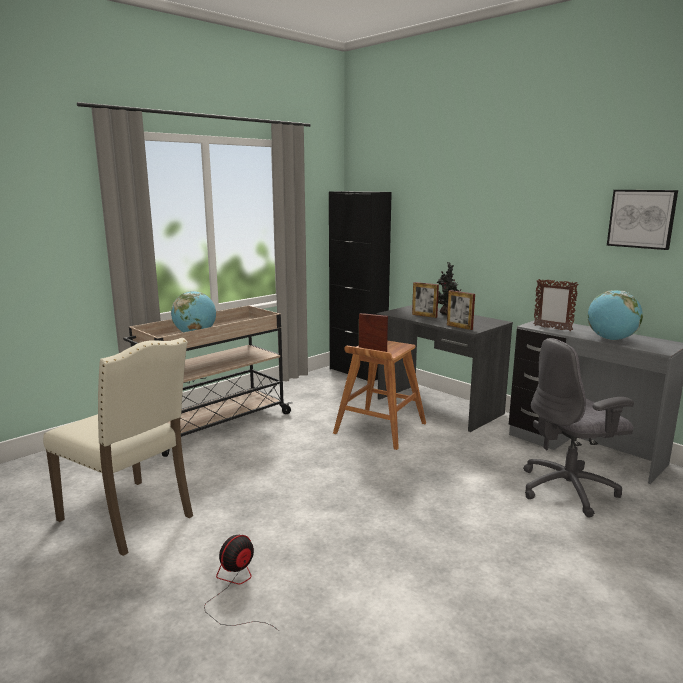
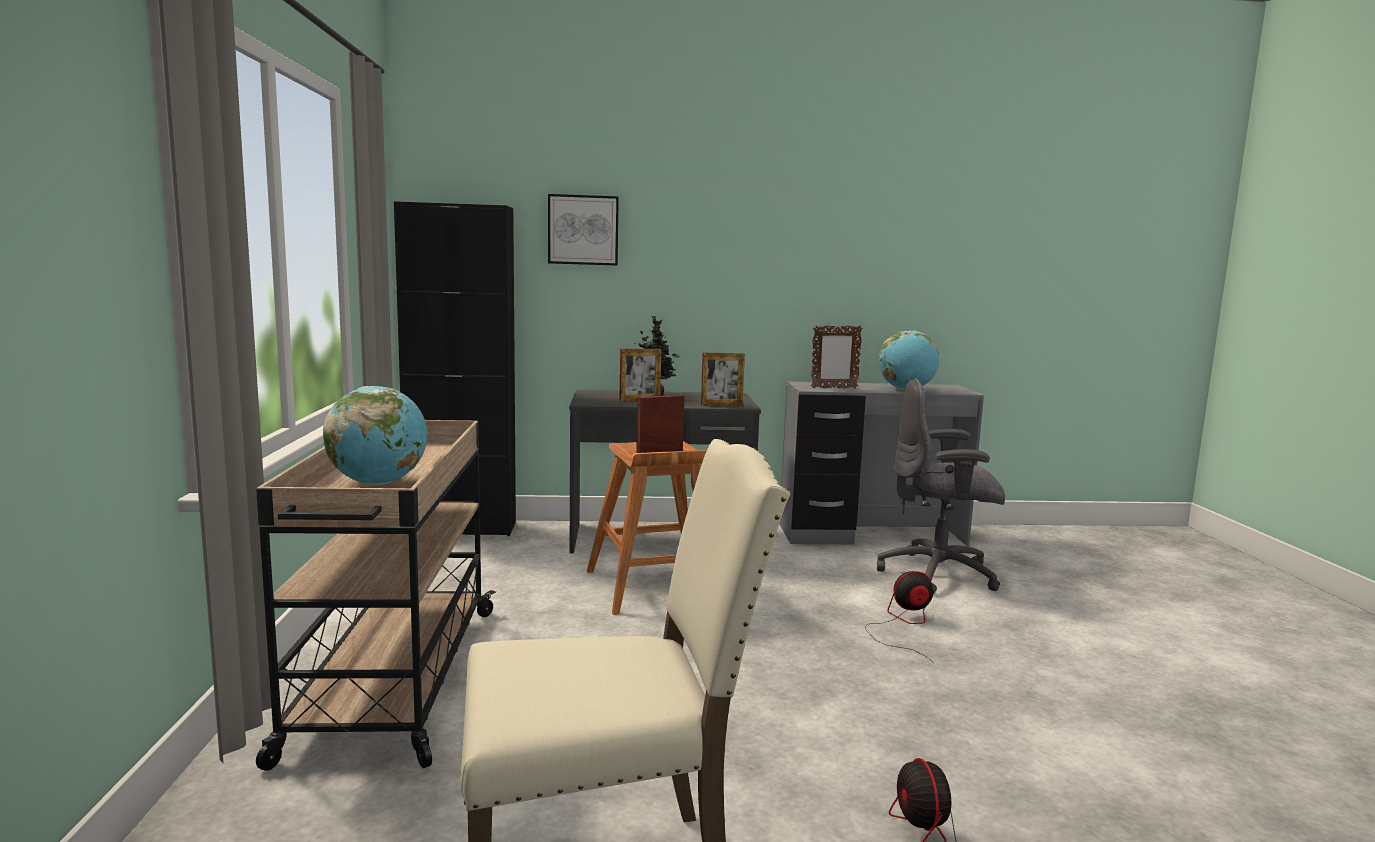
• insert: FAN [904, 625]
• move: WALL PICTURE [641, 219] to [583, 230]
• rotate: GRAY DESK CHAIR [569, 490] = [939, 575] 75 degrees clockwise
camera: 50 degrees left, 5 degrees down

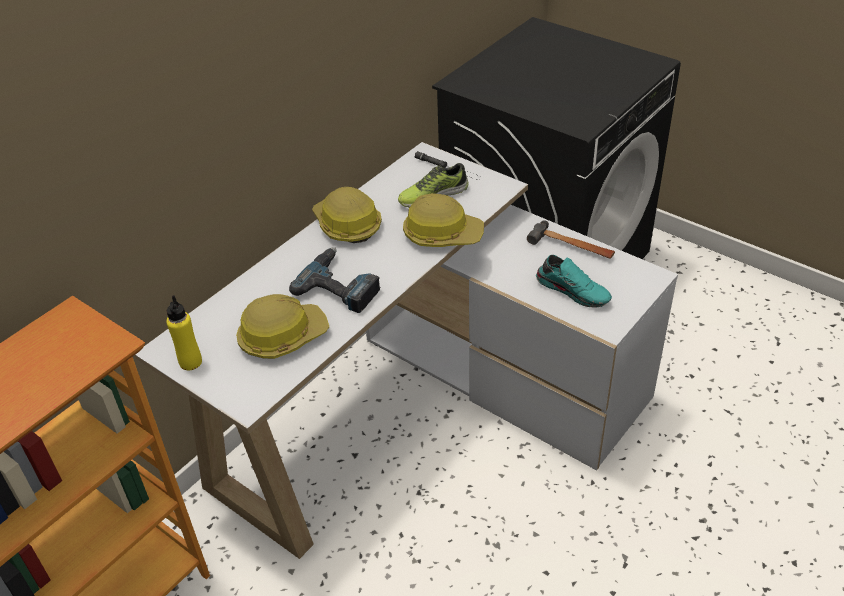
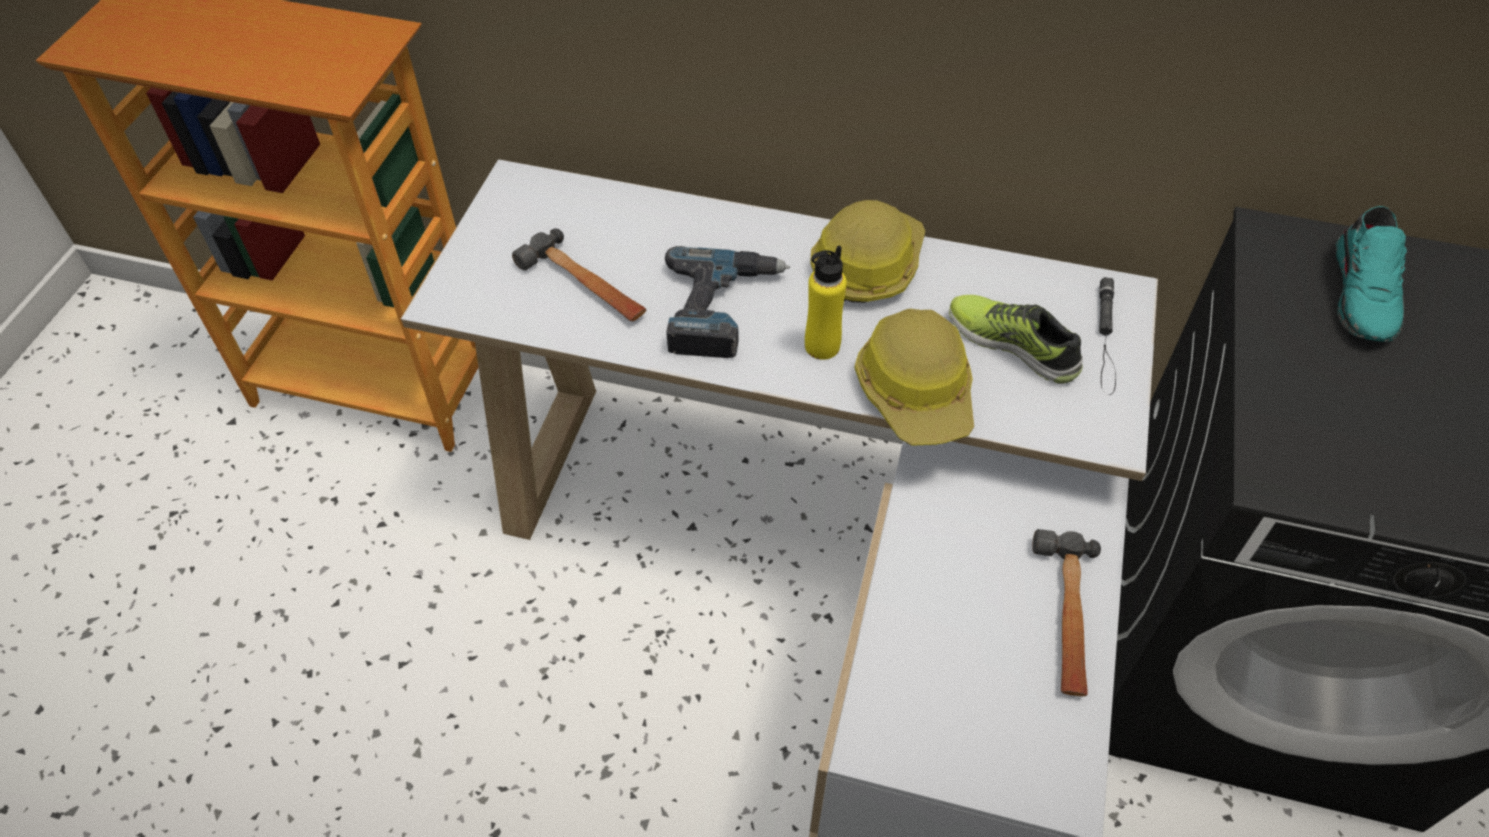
• move: YELLOW DRINK BOTTLE [190, 362] to [822, 346]
• move: TURQUOISE LOW SHOE [573, 290] to [1365, 294]
• replace: SAFETY HELMET [282, 336] to HAND HAMMER [584, 286]
camera: 65 degrees right, 10 degrees up

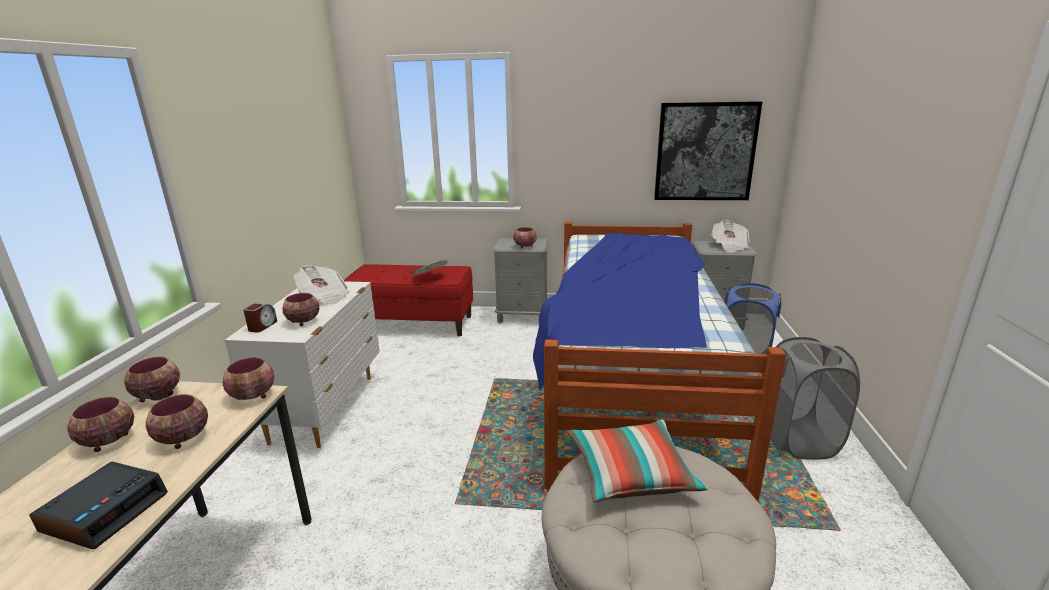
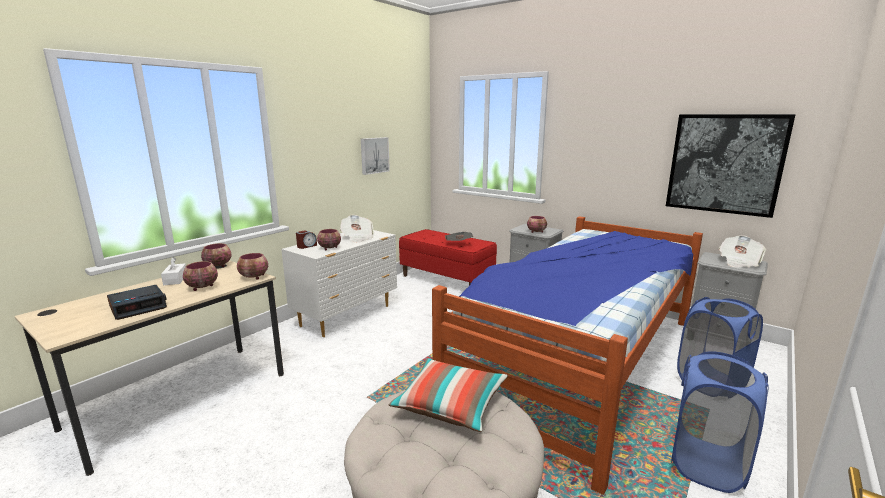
• insert: WALL PICTURE [374, 155]
• replace: DEEP DISH [107, 441] to WHITE TISSUE BOX [175, 279]
• recolor: GRAY LAUNDRY BASKET [797, 439] to BLUE-COLOURED LAUNDRY BASKET [706, 464]
camera: 30 degrees right, 5 degrees down

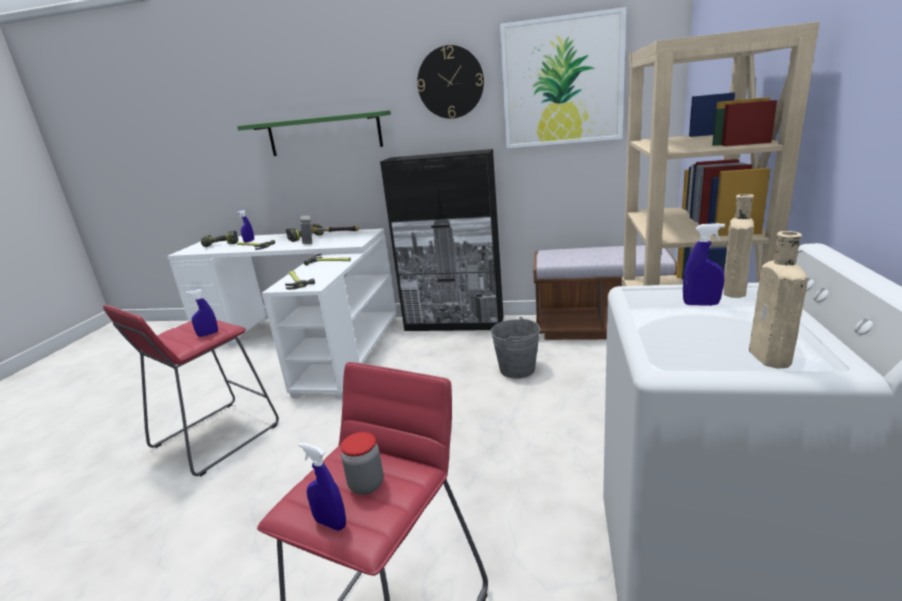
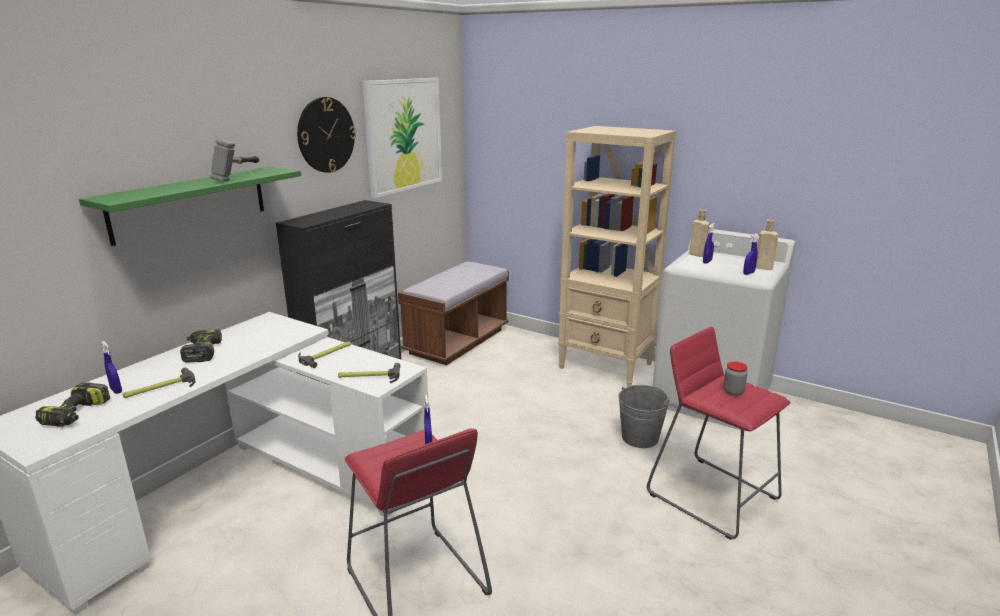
• move: BLUE-COLOURED HAND SPRAYER [330, 523] to [748, 273]
• move: HAND HAMMER [329, 240] to [239, 176]
• move: GRAY WATER BUCKET [517, 369] to [640, 438]
camera: 70 degrees left, 0 degrees up

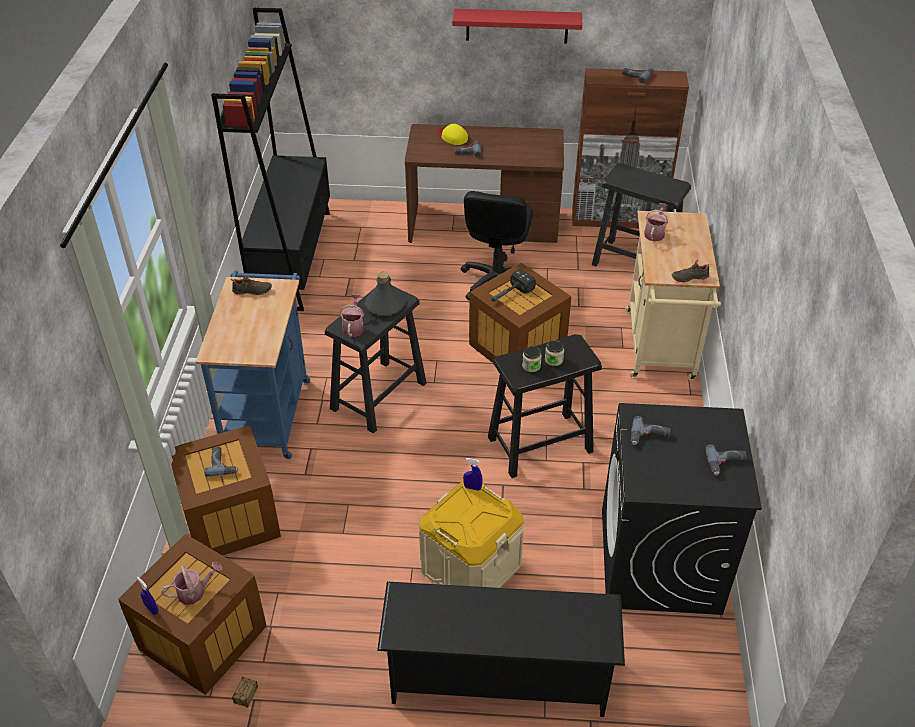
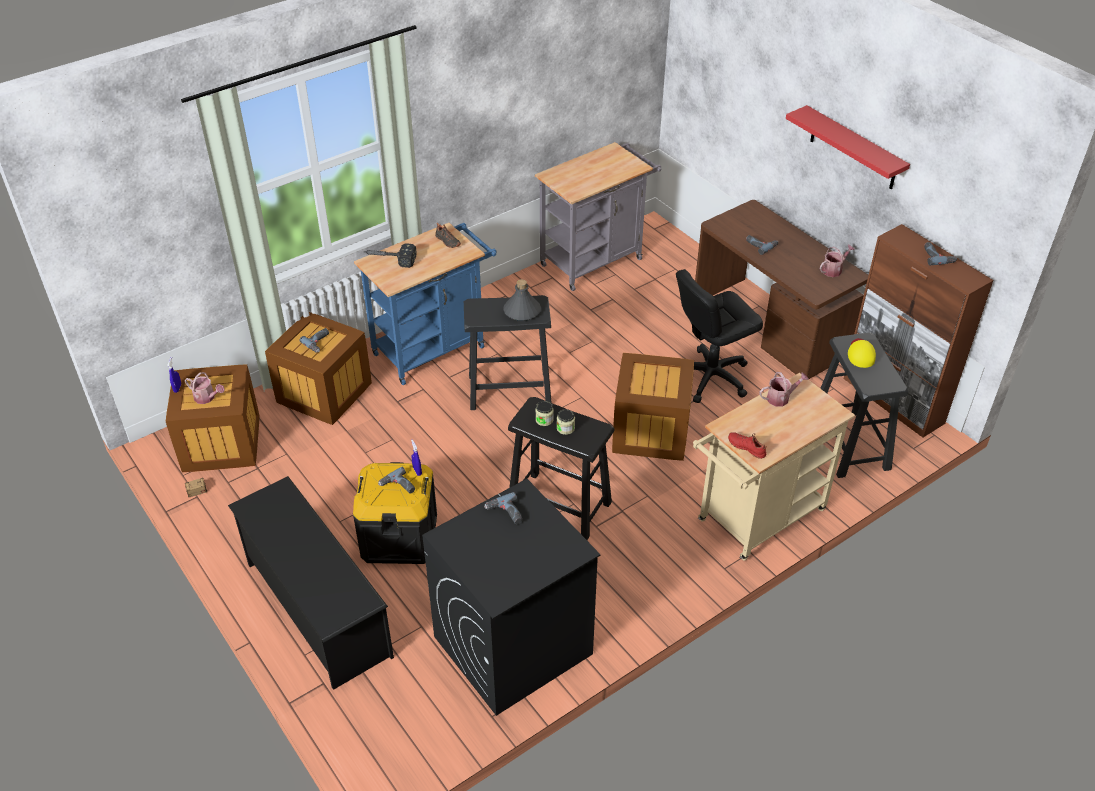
• move: WATERING CAN [353, 327] to [834, 270]
• move: YELLOW BASEBALL CAP [452, 137] to [861, 354]
• move: HAND HAMMER [508, 295] to [389, 259]
• move: ELECTRIC DRILL [726, 464] to [398, 486]
• replace: BLACK SHELVING UNIT [292, 258] to GRAY WHEELED CART [596, 259]
• recolor: BEIGE STORAGE BOX [470, 567] to BLACK STORAGE BOX [399, 536]
• recolor: BLACK LOW SHOE [689, 277] to REDDISH LOW SHOE [747, 447]
camera: 50 degrees right, 0 degrees up

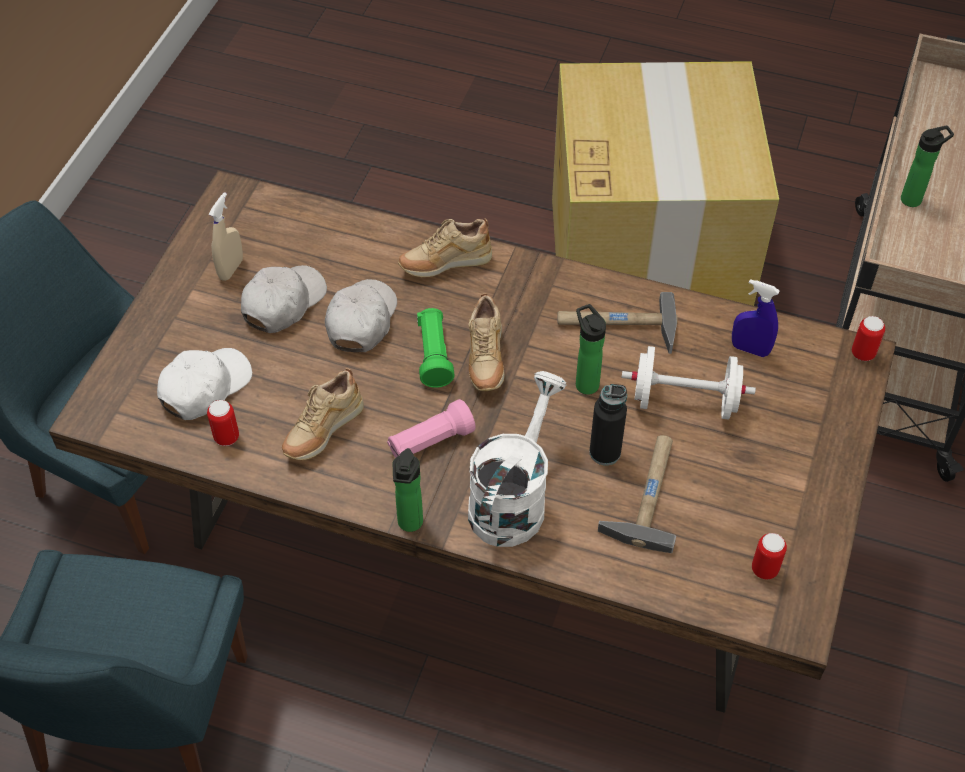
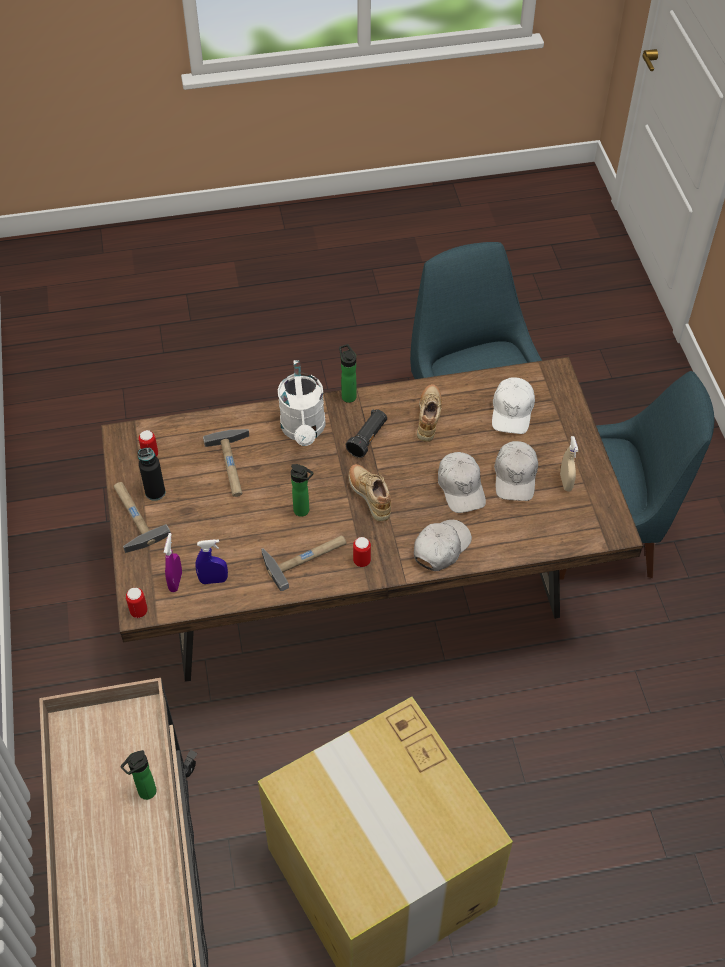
• delete: GREEN-COLOURED HAND TORCH [434, 356]
• delete: WHITE HAND WEIGHT [684, 401]
• insert: HAND HAMMER [132, 517]
• insert: PURPLE-COLOURED HAND SPRAYER [175, 582]
• move: METAL CAN [226, 437] to [362, 561]
• move: BLACK DRINK BOTTLE [605, 452] to [155, 492]
• replace: BEIGE LOW SHOE [445, 264] to WHITE BASEBALL CAP [441, 548]
• recolor: PINK-COLOURED HAND TORCH [430, 442] to BLACK HAND TORCH [368, 439]
camera: 150 degrees right, 0 degrees up

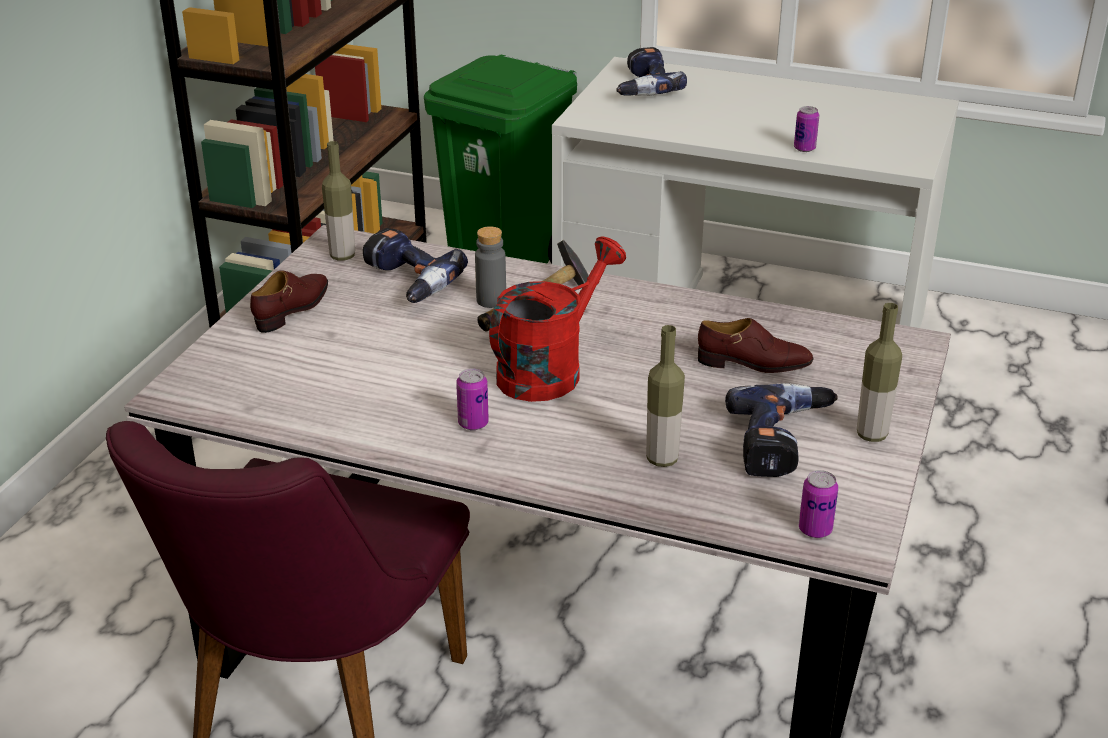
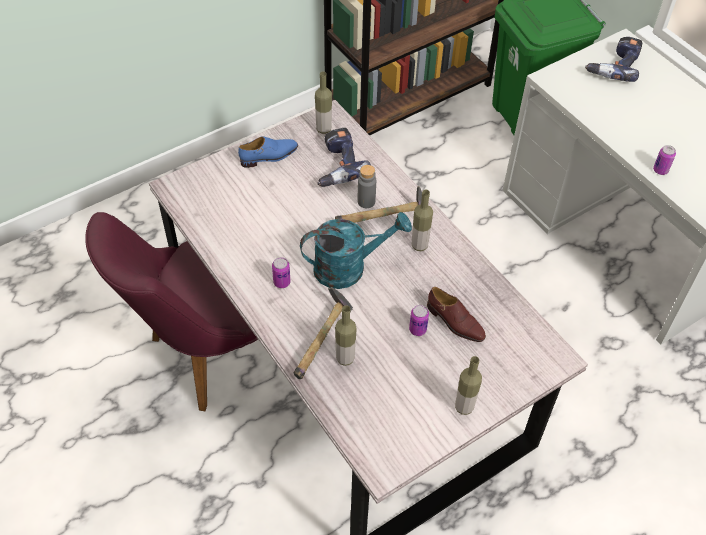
• delete: ELECTRIC DRILL [783, 443]
• insert: HAND HAMMER [323, 340]
• insert: DRINK BOTTLE [419, 245]
• move: METAL CAN [815, 530] to [417, 329]
• recolor: BROWN-COLOURED LOW SHOE [293, 308] to BLUE-COLOURED LOW SHOE [269, 156]
• recolor: REDDISH WATERING CAN [549, 370] to TURQUOISE WATERING CAN [349, 267]
camera: 35 degrees right, 20 degrees up

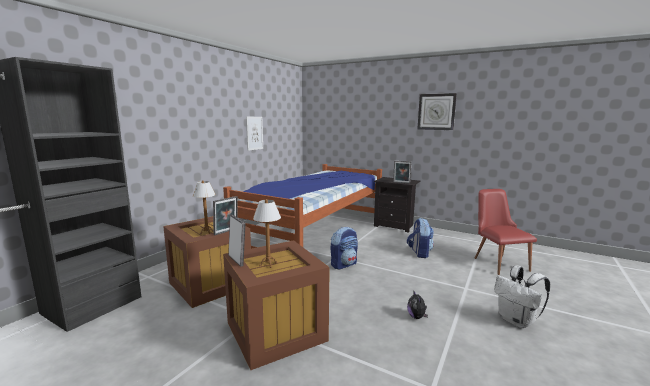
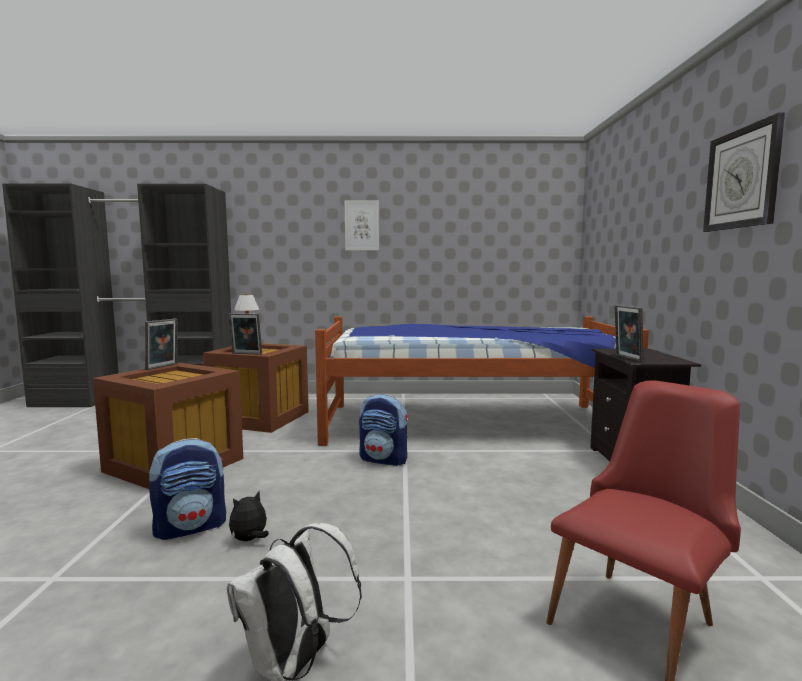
• delete: TABLETOP LAMP [268, 264]
• move: WALL PICTURE [254, 133] to [361, 225]
• move: BACKPACK [419, 253] to [191, 527]
camera: 60 degrees right, 5 degrees down

